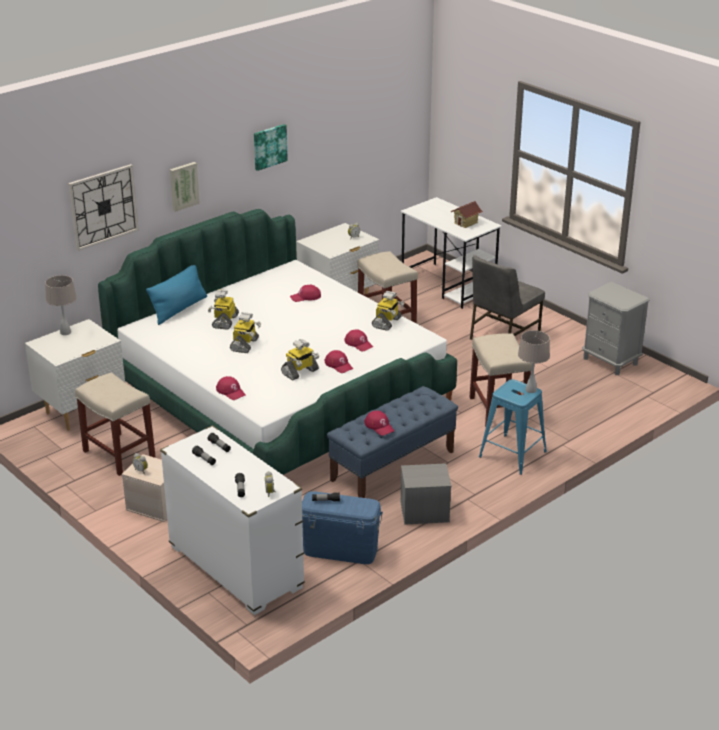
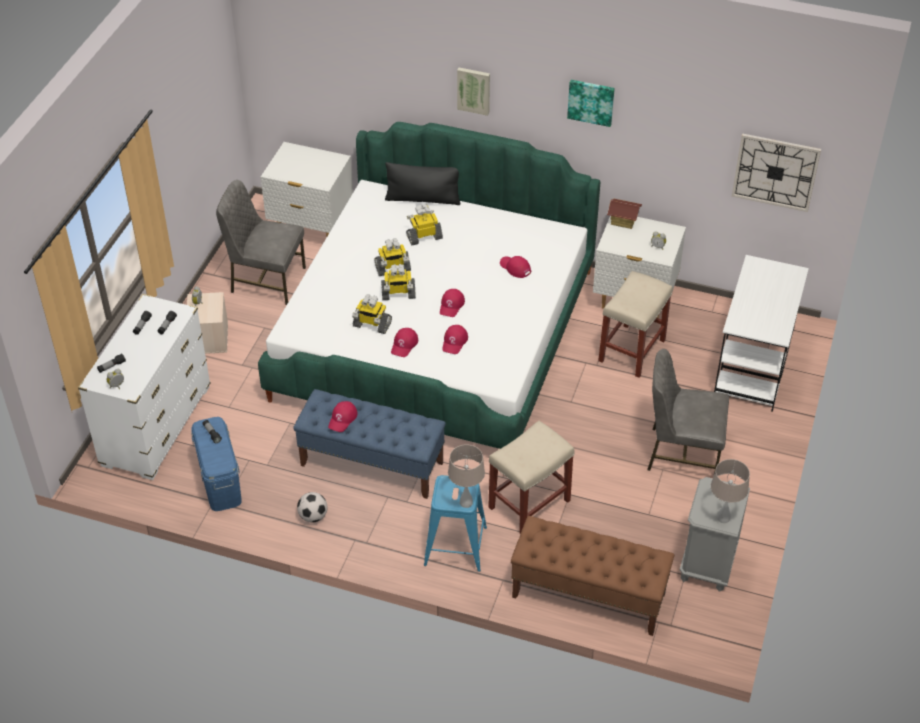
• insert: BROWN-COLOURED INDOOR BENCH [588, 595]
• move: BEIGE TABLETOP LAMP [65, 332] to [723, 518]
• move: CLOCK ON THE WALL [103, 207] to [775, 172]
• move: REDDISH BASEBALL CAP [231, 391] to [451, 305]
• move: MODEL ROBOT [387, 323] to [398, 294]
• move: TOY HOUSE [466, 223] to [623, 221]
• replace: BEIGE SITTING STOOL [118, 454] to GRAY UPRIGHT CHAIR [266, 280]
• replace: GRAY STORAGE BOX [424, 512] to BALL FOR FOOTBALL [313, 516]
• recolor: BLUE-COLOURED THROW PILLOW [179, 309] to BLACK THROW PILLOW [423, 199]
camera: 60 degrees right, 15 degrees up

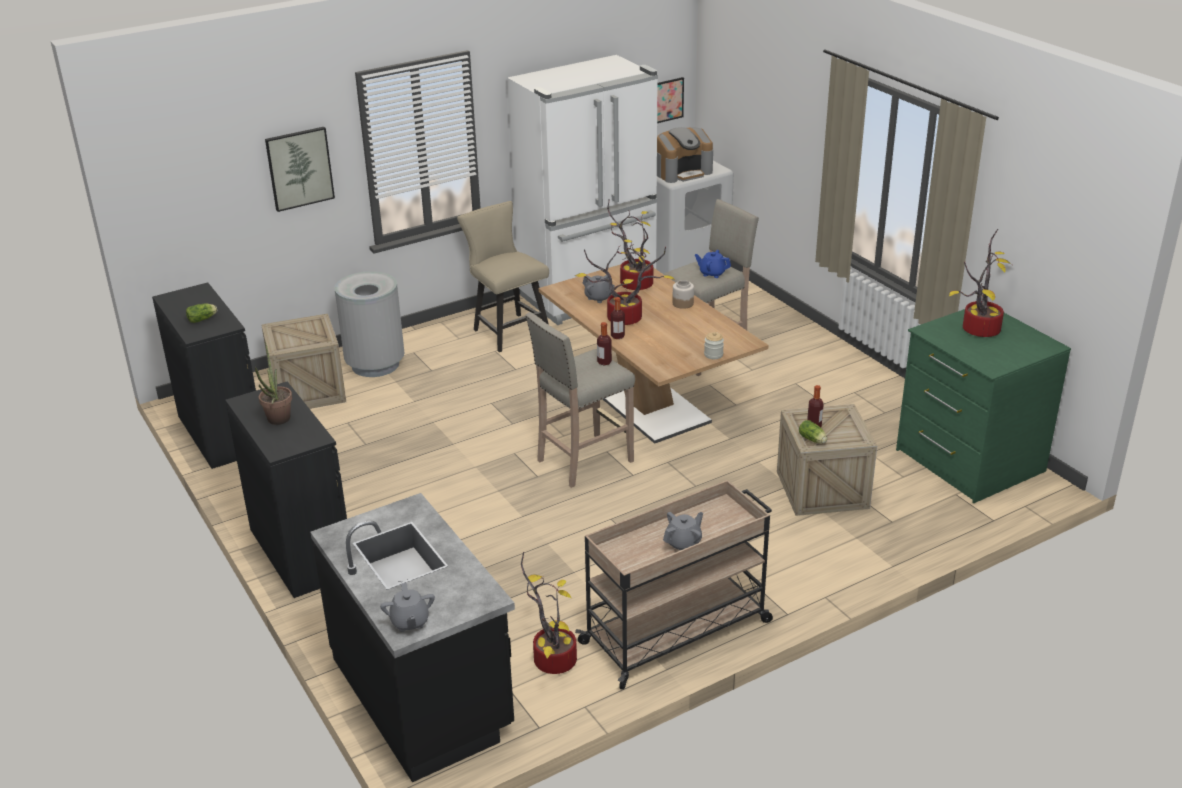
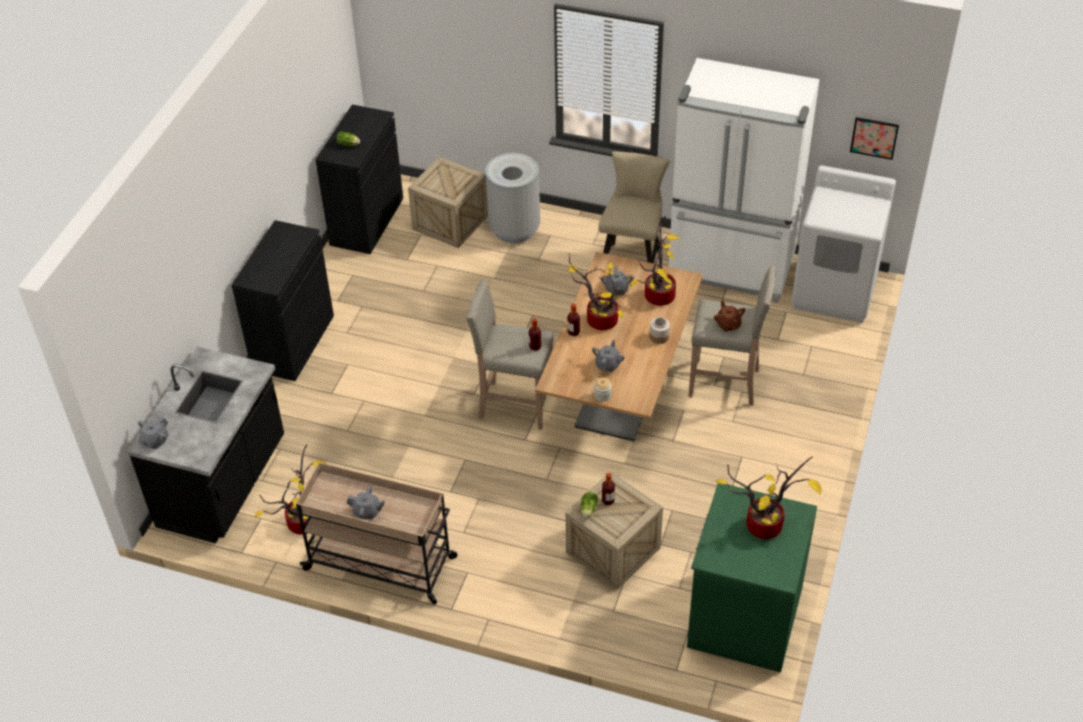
• delete: HOUSEPLANT [277, 421]
• delete: WALL PICTURE [299, 168]
• delete: COFFEE MAKER [683, 172]
• insert: GRAY TEA POT [608, 365]
• recolor: BLUE-COLOURED TEA POT [712, 273] to BROWN-COLOURED TEA POT [728, 324]
camera: 50 degrees right, 15 degrees up

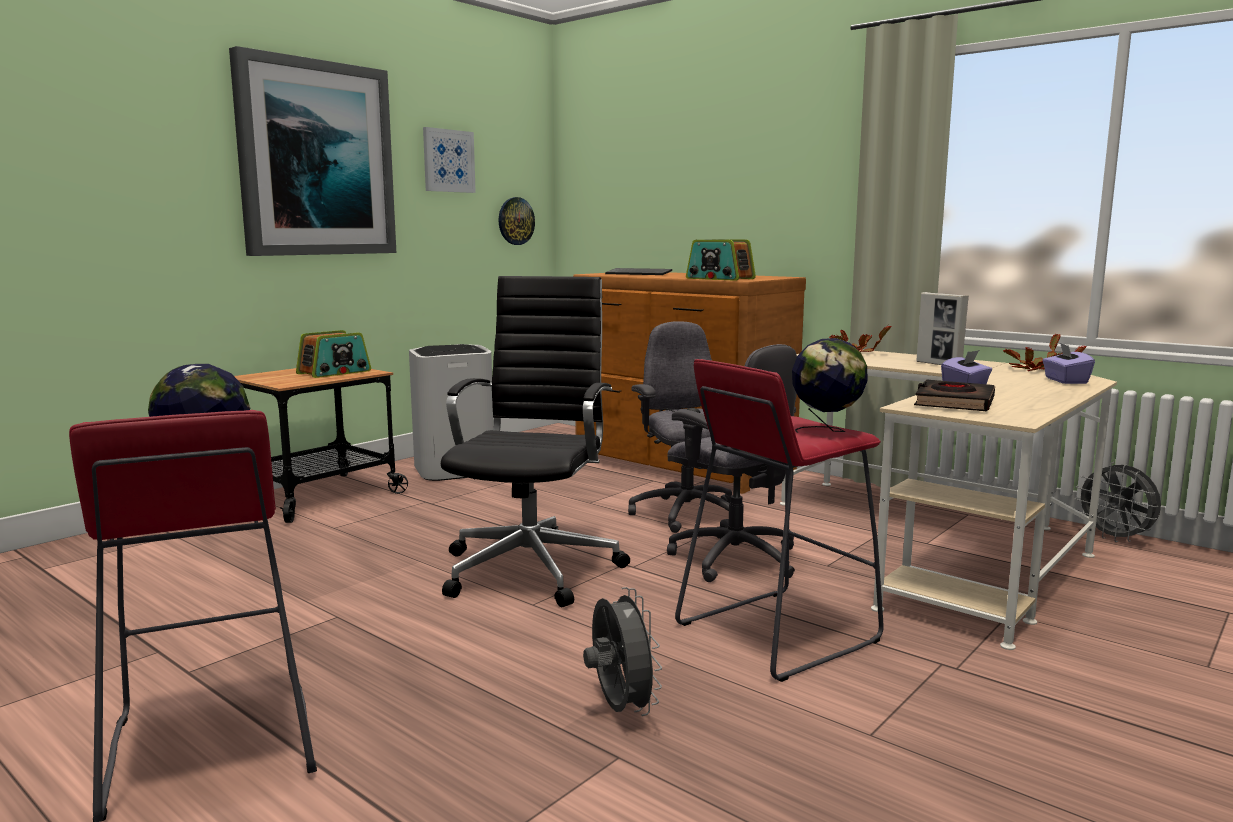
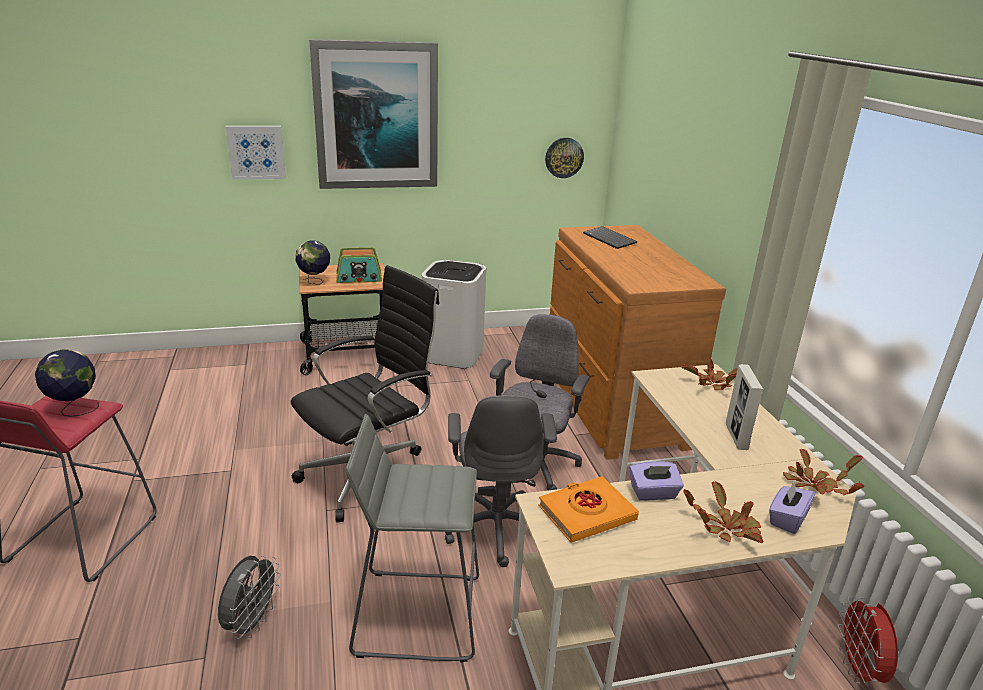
• delete: RADIO SET [720, 278]
• insert: HOUSEPLANT [725, 528]
• move: WALL PICTURE [448, 161] to [256, 152]
• move: GLOBE [827, 431] to [314, 282]
• recolor: REDDISH SITTING STOOL [775, 632] to GRAY SITTING STOOL [416, 613]
• recolor: BLACK VOLUME [953, 403] to ORANGE VOLUME [586, 513]
• recolor: GRAY FAN [1115, 538] to REDDISH FAN [858, 670]
camera: 35 degrees right, 15 degrees up

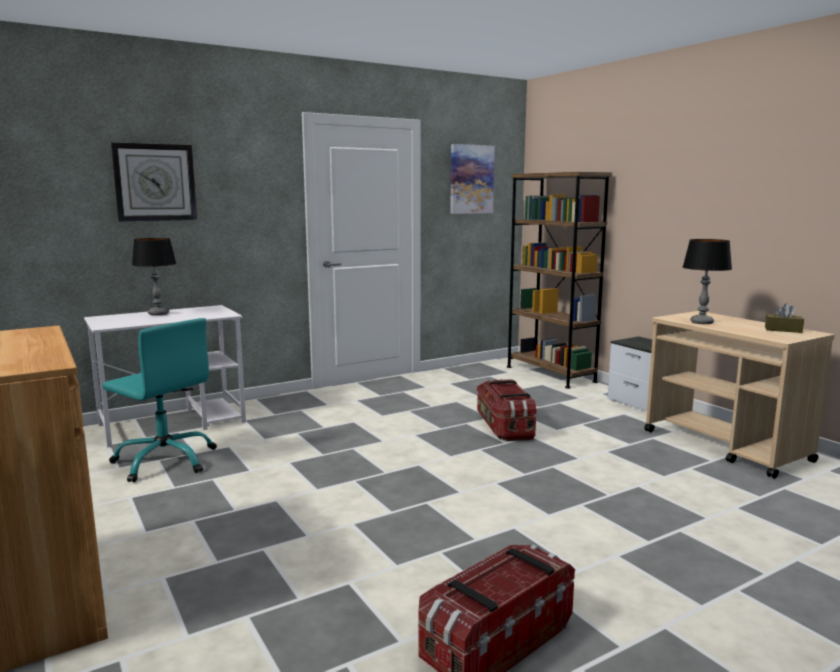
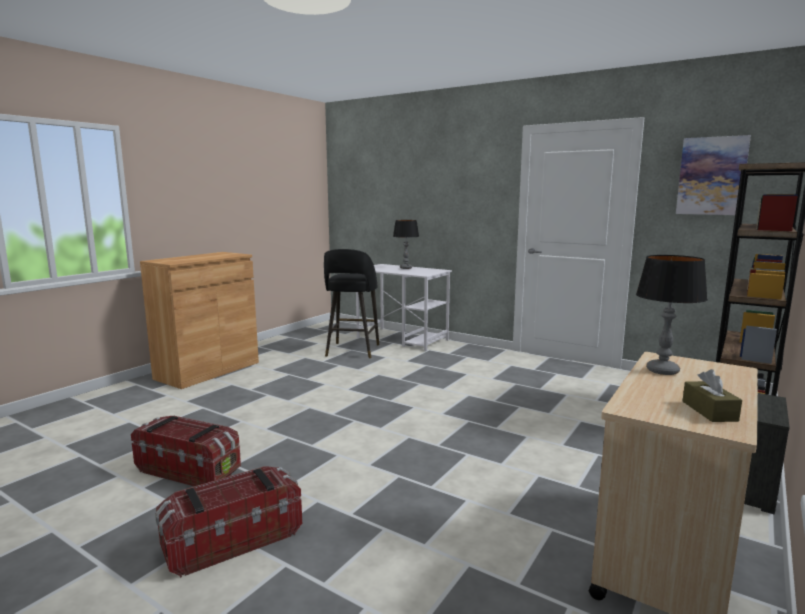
• delete: CLOCK ON THE WALL [155, 182]
• move: STORAGE BOX [504, 427] to [232, 540]
• replace: TURQUOISE DESK CHAIR [165, 461] to BLACK SITTING STOOL [352, 351]
camera: 65 degrees right, 0 degrees up

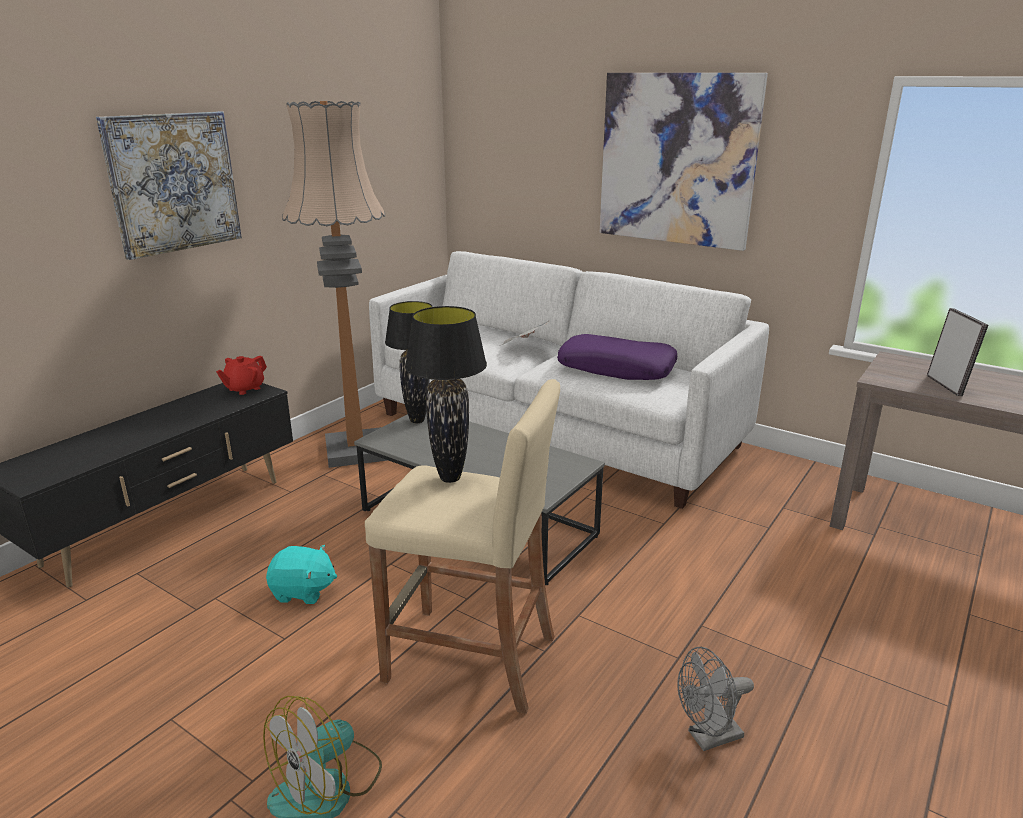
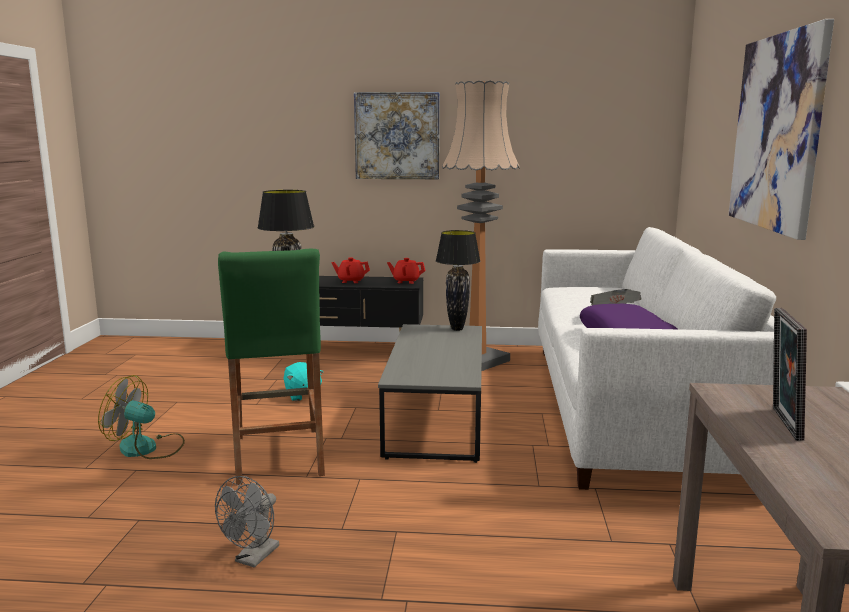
• insert: REDDISH TEA POT [351, 281]
• recolor: BEIGE SITTING STOOL [470, 658] to GREEN-COLOURED SITTING STOOL [278, 455]
• rotate: GRAY FAN [708, 738] = [253, 558] 105 degrees counterclockwise
• rotate: STANDING FRAME [947, 385] = [781, 423] 135 degrees clockwise
camera: 60 degrees right, 10 degrees down

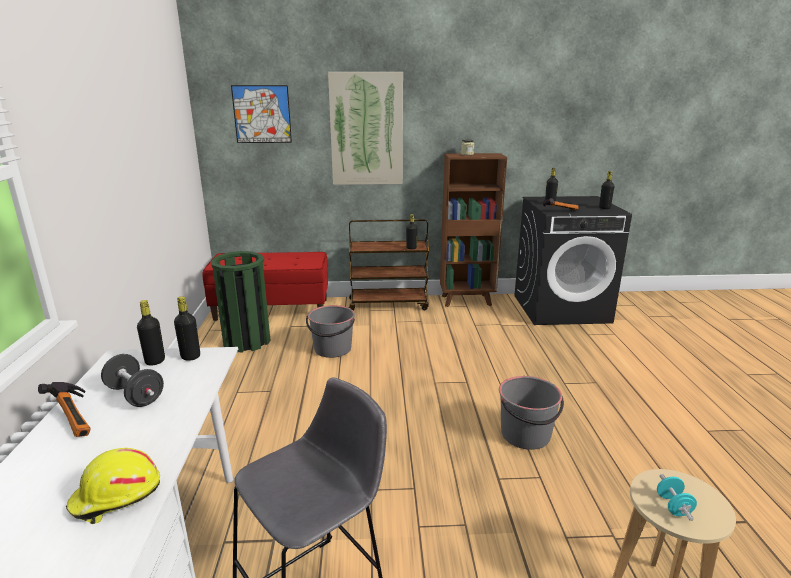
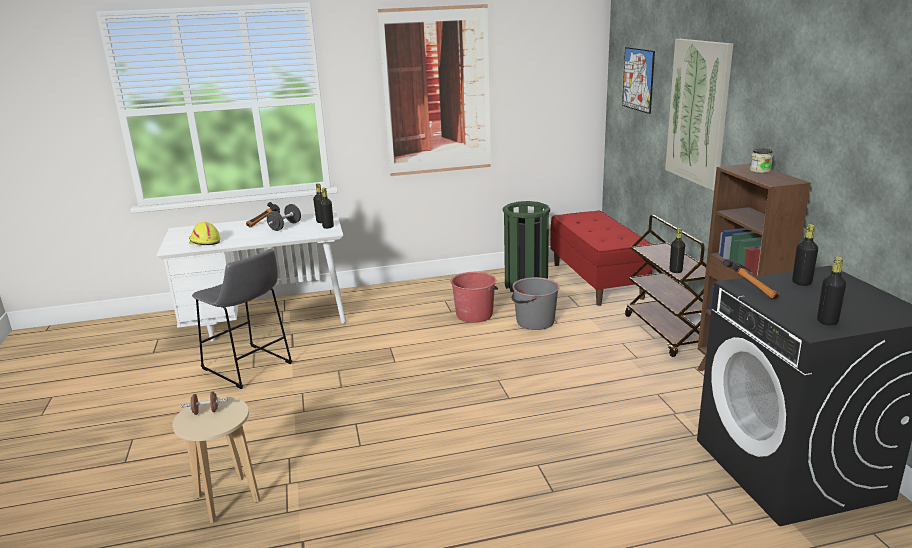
• delete: GRAY WATER BUCKET [526, 435]
• insert: WALL PICTURE [437, 92]
• insert: REDDISH WATER BUCKET [475, 314]
• recolor: TURQUOISE HAND WEIGHT [673, 506] to BROWN-COLOURED HAND WEIGHT [206, 411]
camera: 80 degrees right, 0 degrees up

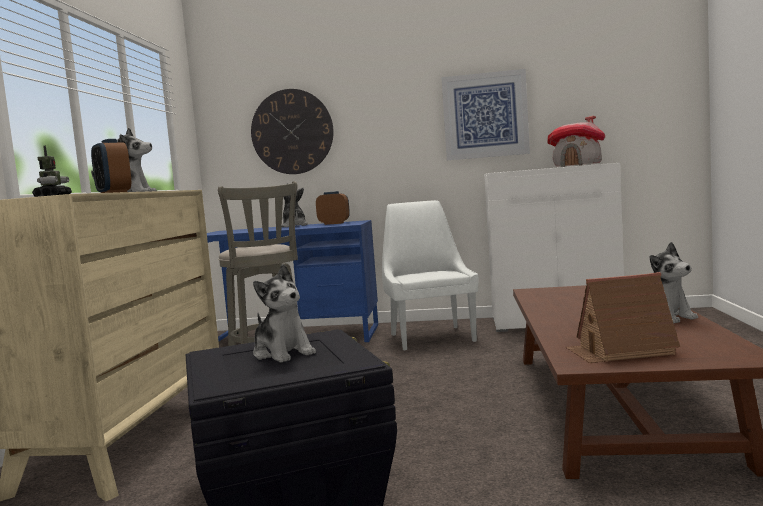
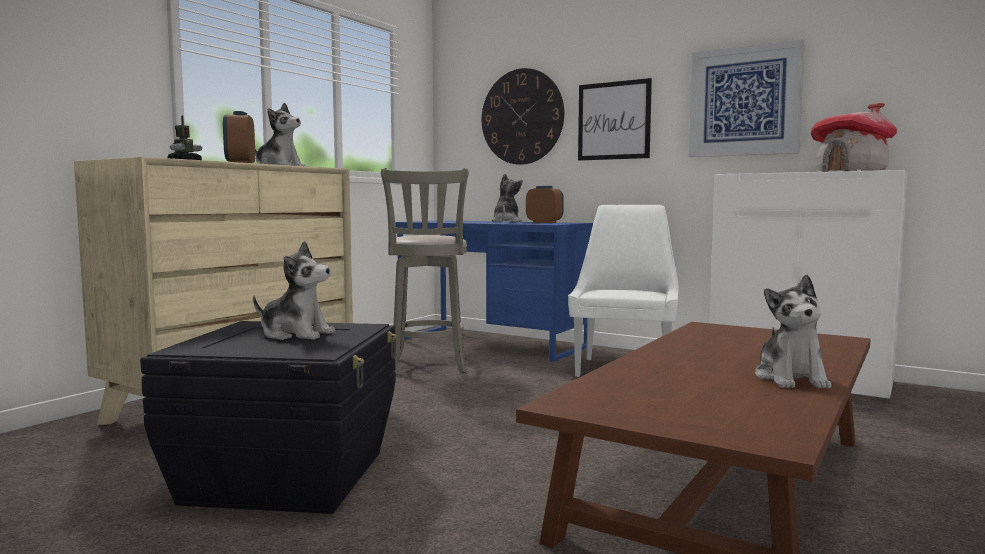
• delete: TOY HOUSE [620, 351]
• insert: WALL PICTURE [614, 121]
• rotate: SOFT TOY [283, 353] = [296, 334] 60 degrees counterclockwise
camera: 25 degrees right, 0 degrees up

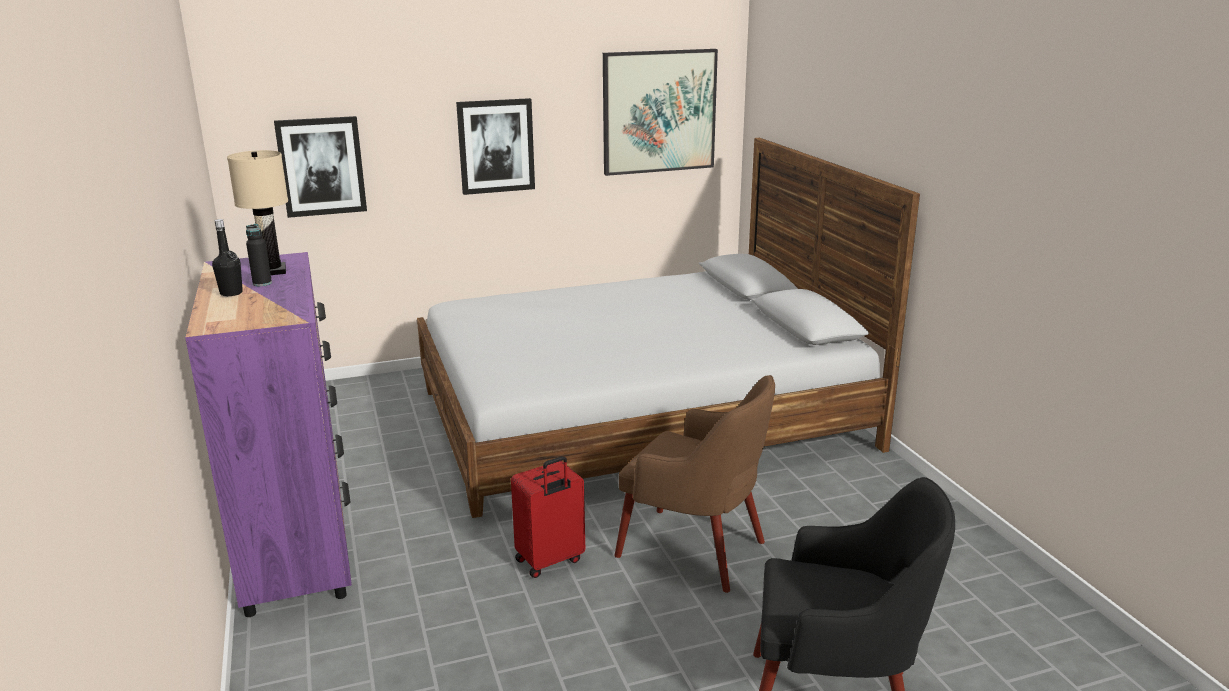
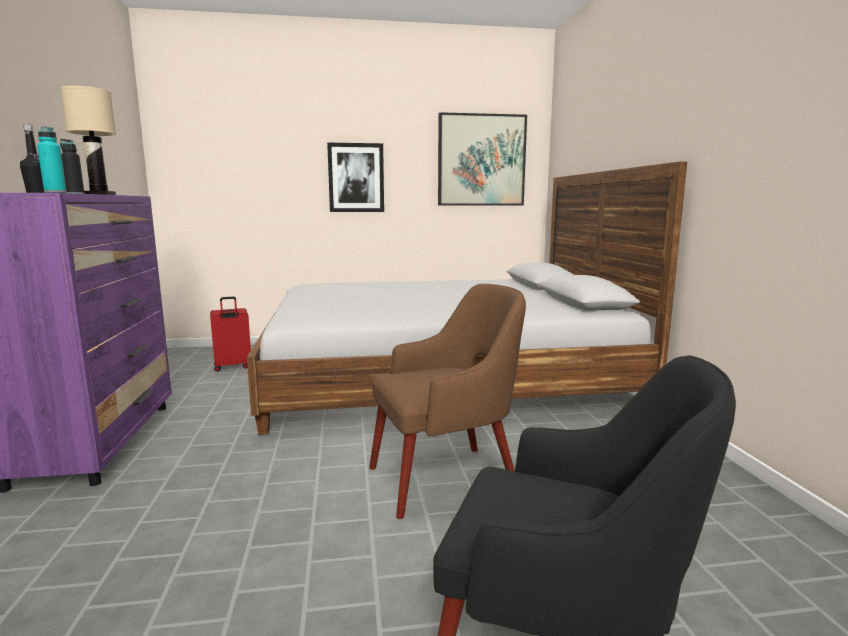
• delete: WALL PICTURE [321, 166]
• insert: TURQUOISE DRINK BOTTLE [55, 192]
• move: REDDISH PIECE OF LUGGAGE [550, 561] to [232, 367]
• rotate: BROWN-COLOURED ARMCHAIR [695, 550] = [446, 478] 60 degrees counterclockwise
camera: 10 degrees right, 10 degrees down

